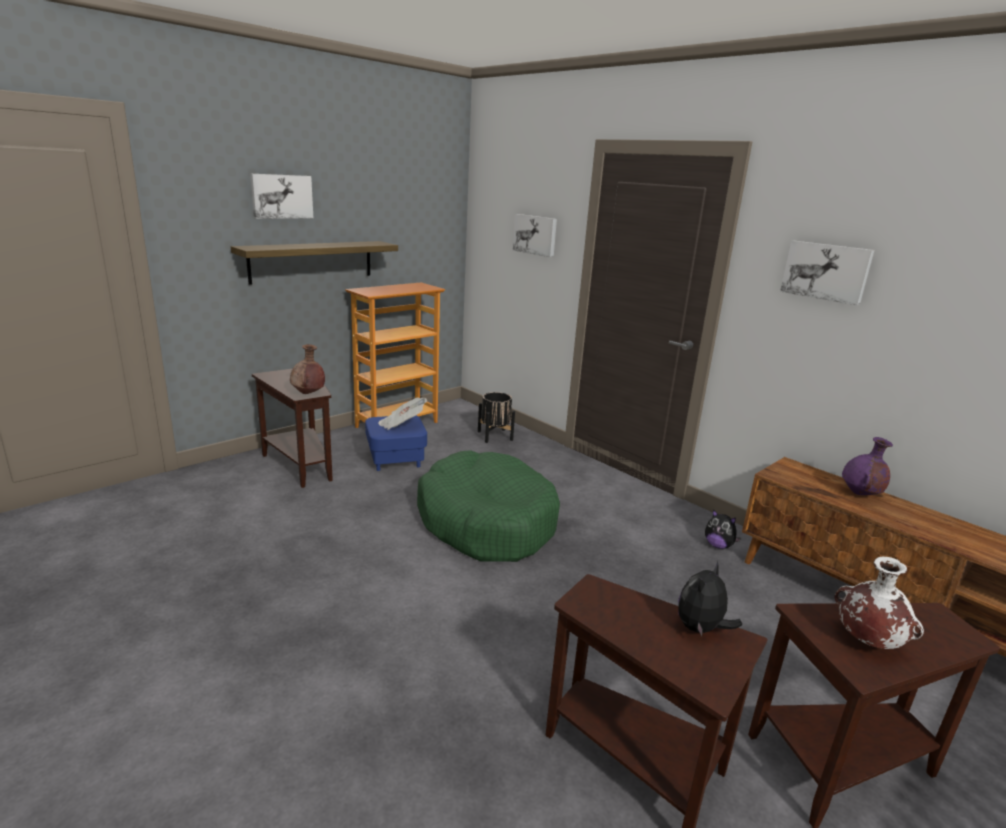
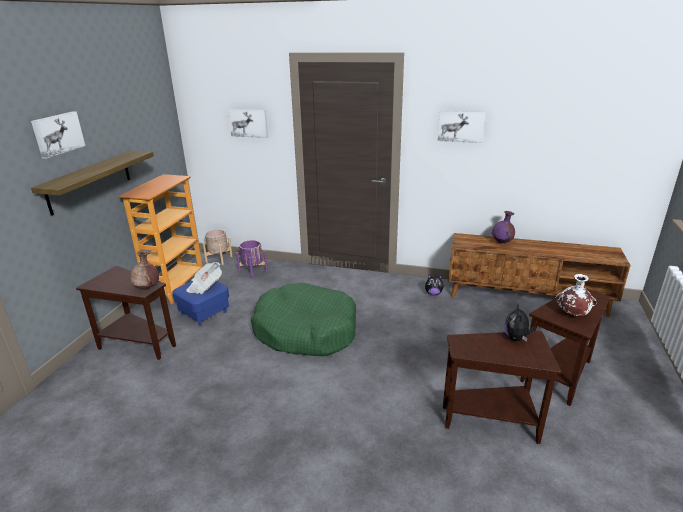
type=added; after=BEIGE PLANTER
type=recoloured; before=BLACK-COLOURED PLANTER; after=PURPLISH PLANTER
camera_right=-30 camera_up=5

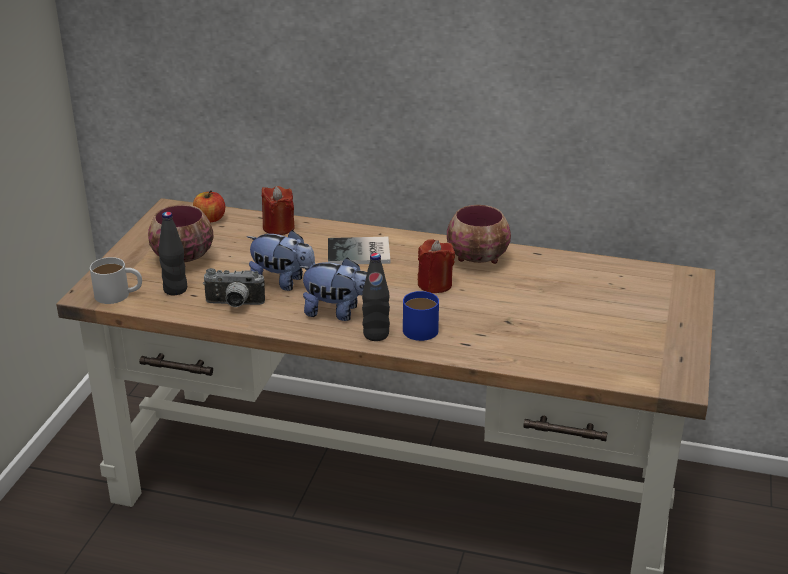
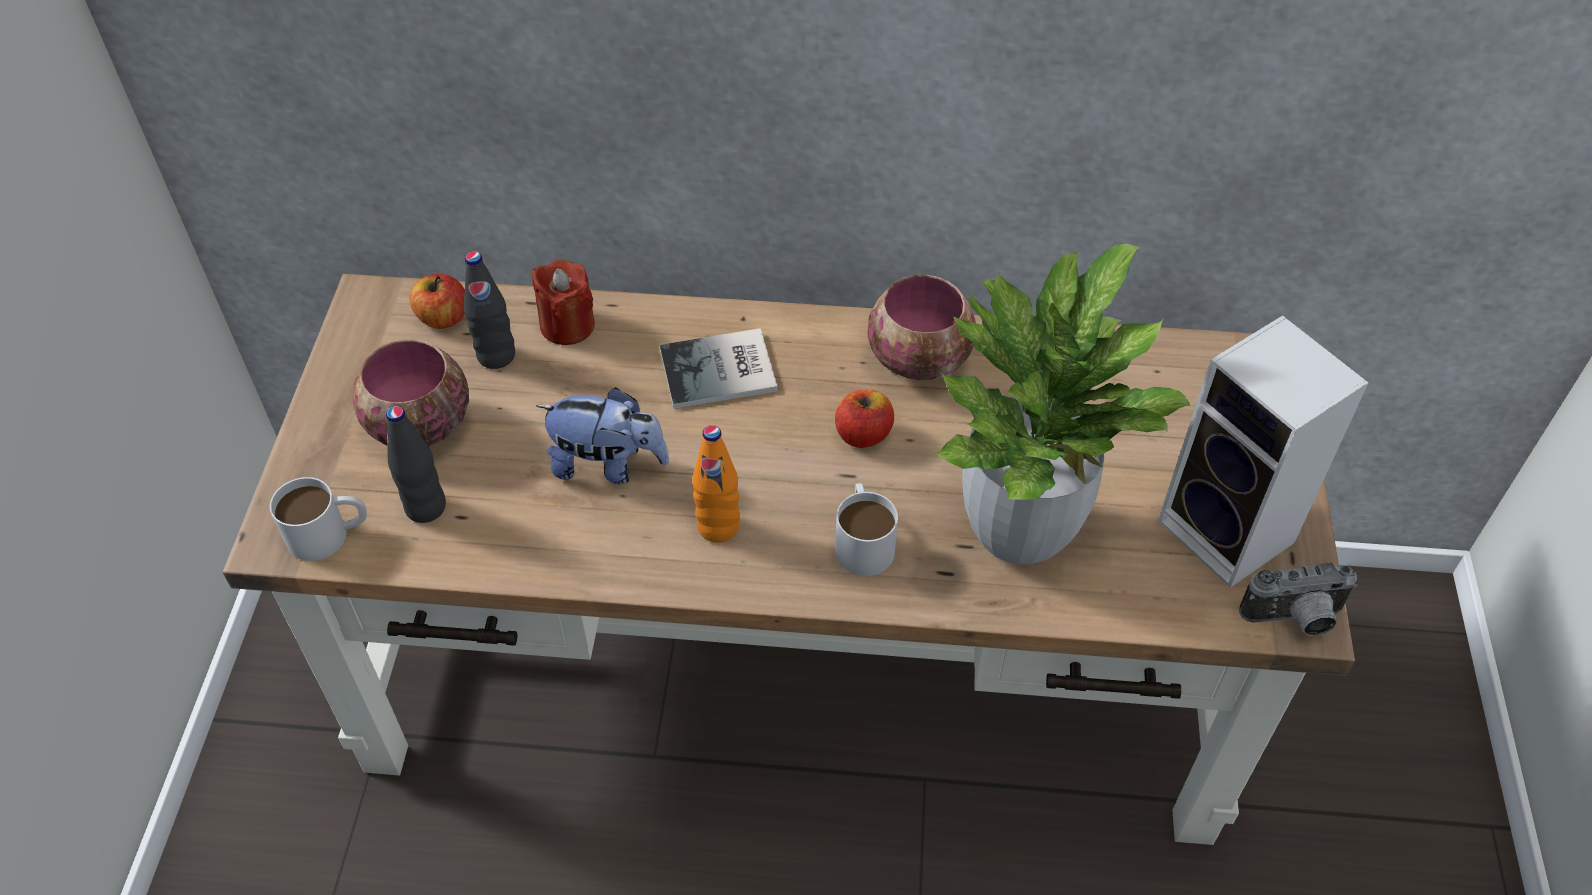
type=added; after=HOUSEPLANT
type=added; after=AUDIO SPEAKER
type=moved; before=STILL CAMERA
type=moved; before=BLACK-COLOURED BOTTLE (2nd from left)
type=replaced; before=CUDDLY TOY (2nd from left); after=ORANGEY BOTTLE
type=replaced; before=RED WAX LIGHT (2nd from left); after=APPLE FRUIT (2nd from left)
type=recoloured; before=BLUE-COLOURED TEA MUG; after=WHITE-COLOURED TEA MUG (2nd from left)
camera_right=-10 camera_up=20

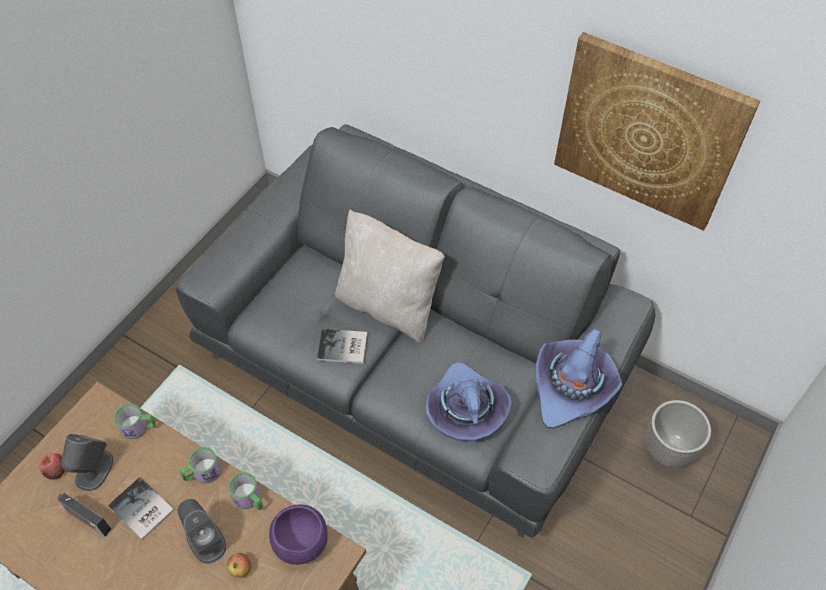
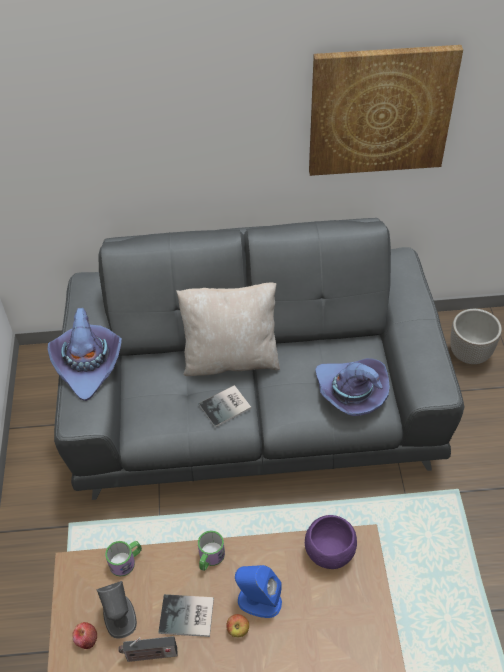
type=removed; before=TEA MUG (3rd from left)
type=moved; before=APPLE FRUIT (2nd from left)
type=moved; before=PURPLISH HAT (2nd from left in the first image); after=PURPLISH HAT (1st from left)
type=recoloured; before=GREY AUDIO SPEAKER (2nd from left); after=BLUE-COLOURED AUDIO SPEAKER
camera_right=-35 camera_up=-5

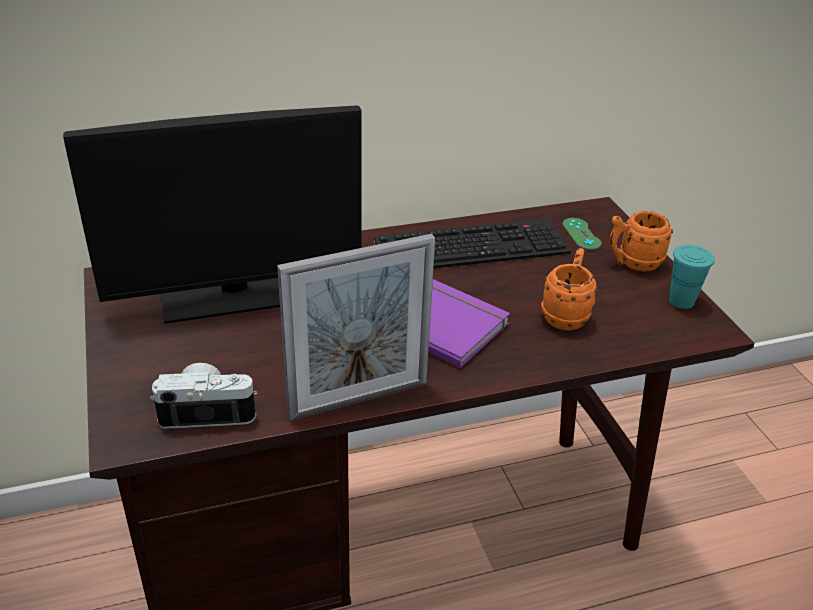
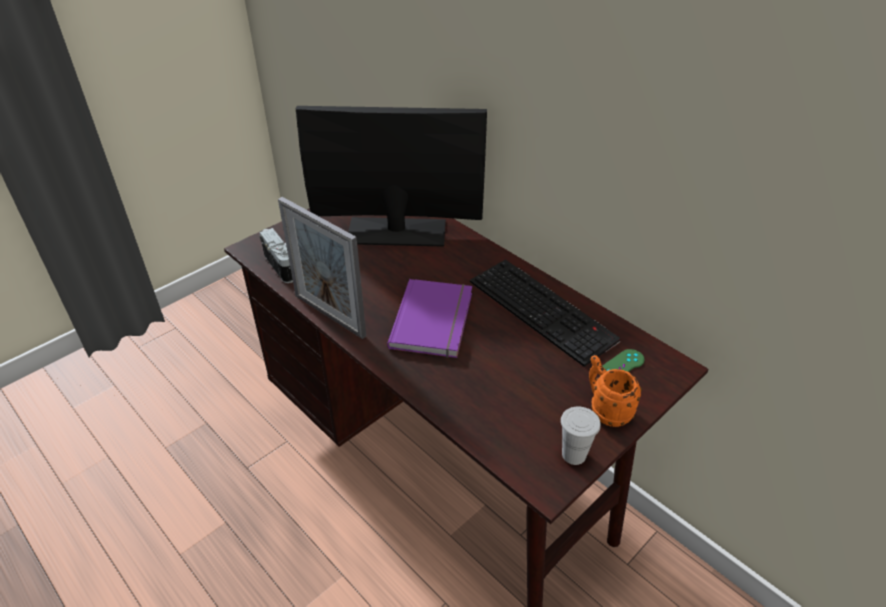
type=removed; before=ORANGEY TEA MUG (1st from left)
type=recoloured; before=BLUE-GREEN DRINKING CUP; after=WHITE-COLOURED DRINKING CUP
type=turned; before=MONITOR; turn=135
camera_right=65 camera_up=5

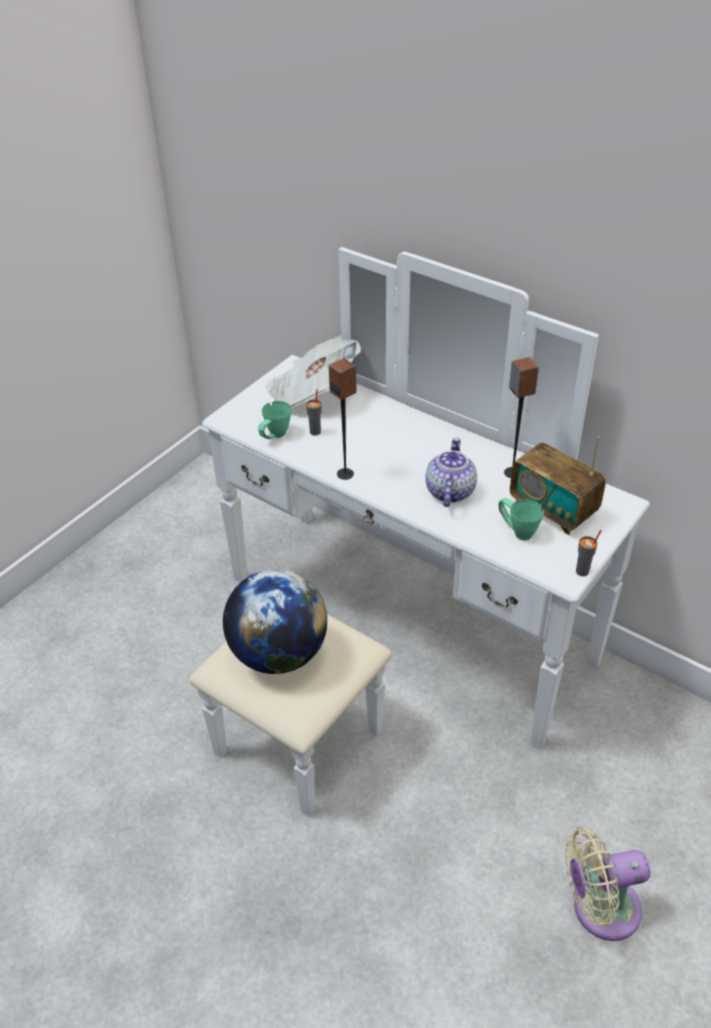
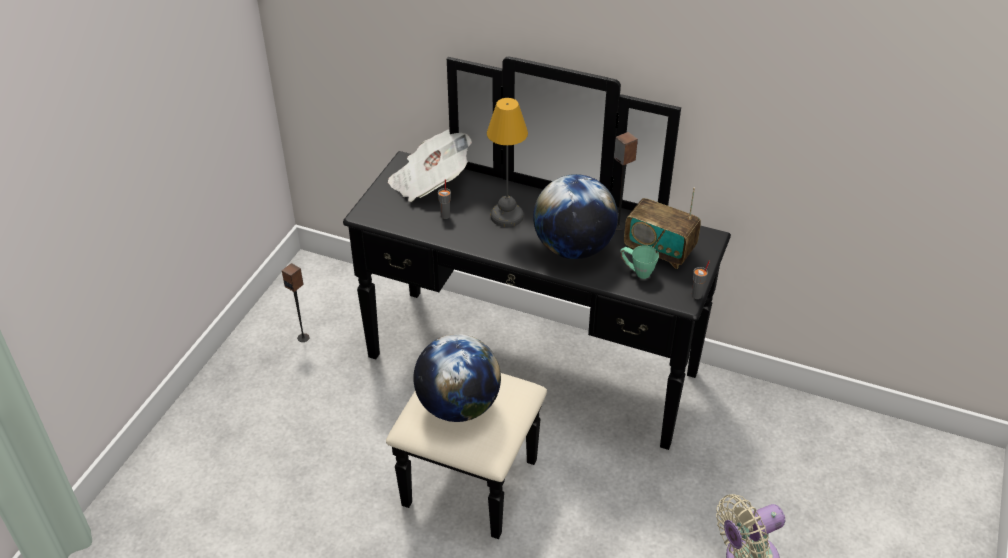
type=removed; before=GREENISH TEA MUG (1st from left)
type=added; after=TABLETOP LAMP
type=moved; before=AUDIO SPEAKER (1st from left)
type=replaced; before=TEA POT; after=DESK GLOBE (2nd from left)
type=recoloured; before=WHITE-COLOURED CHEST OF DRAWERS; after=BLACK-COLOURED CHEST OF DRAWERS
camera_right=-15 camera_up=0

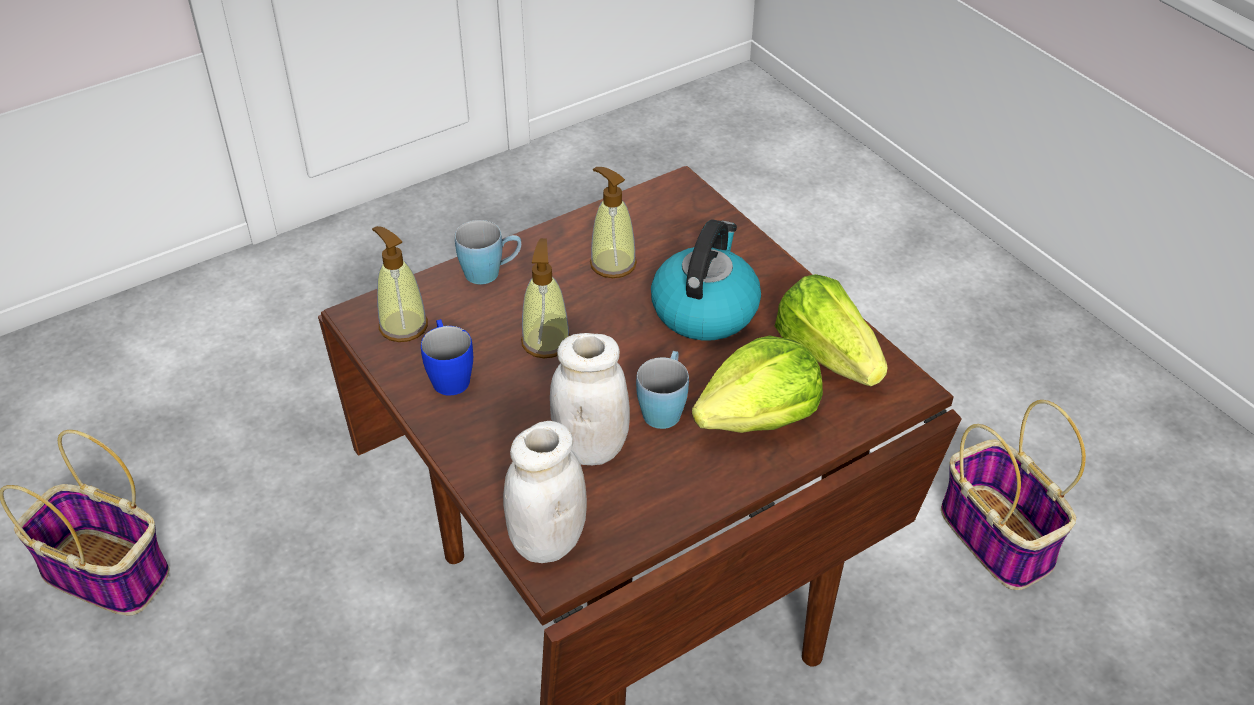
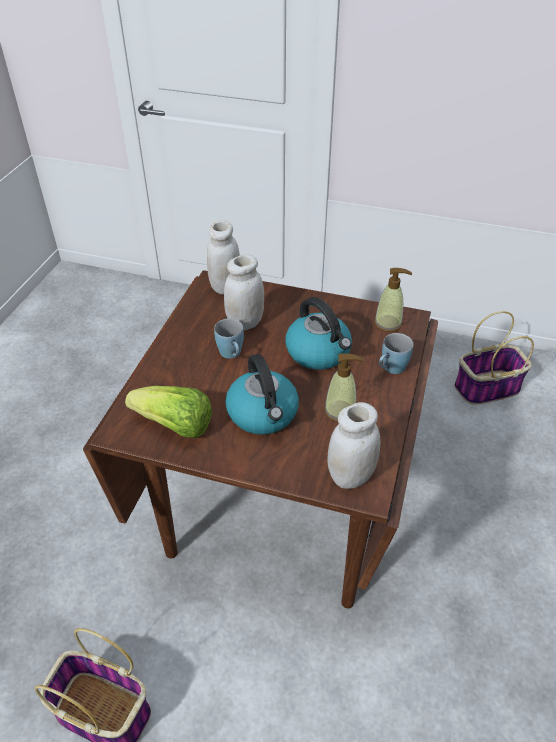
type=removed; before=BLUE-COLOURED TEA MUG (1st from left)
type=removed; before=LETTUCE HEAD (1st from left)
type=added; after=WHITE-COLOURED JAR (3rd from left)
type=replaced; before=SOAP DISPENSER (2nd from left); after=WATER KETTLE (2nd from left)
camera_right=140 camera_up=0

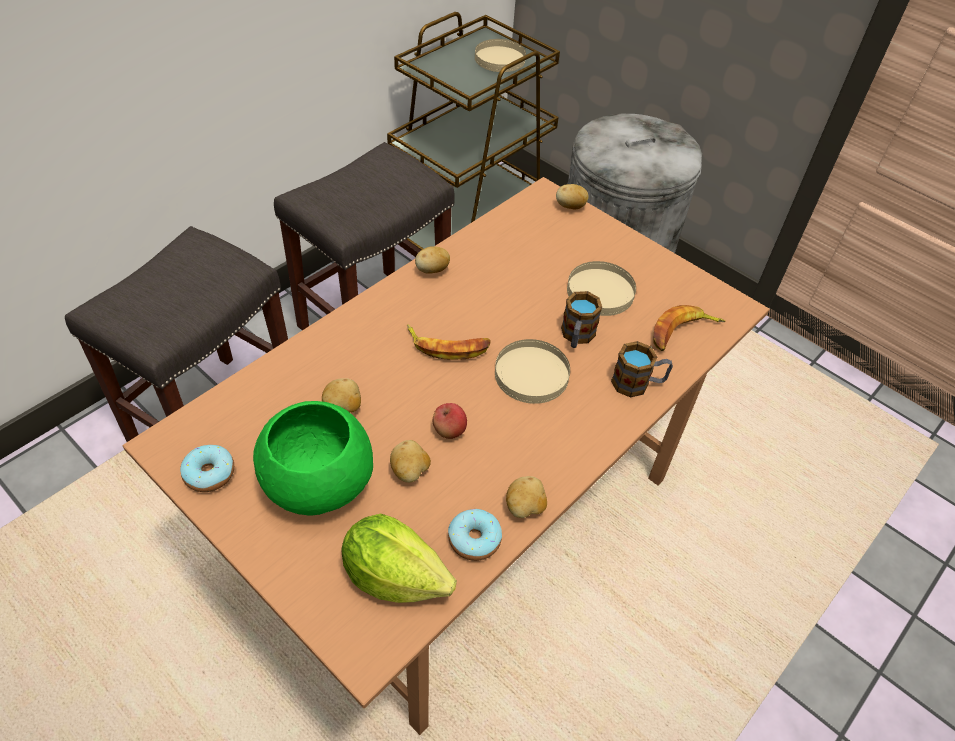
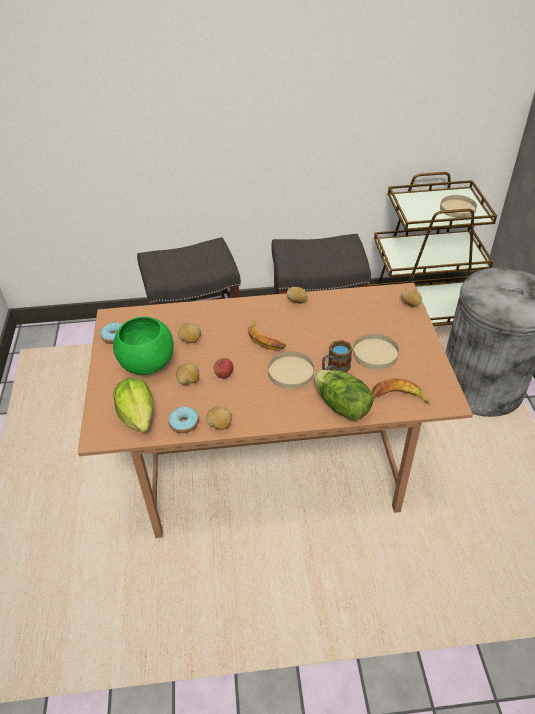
type=replaced; before=TEA MUG (2nd from left); after=LETTUCE HEAD (2nd from left)
camera_right=45 camera_up=-5

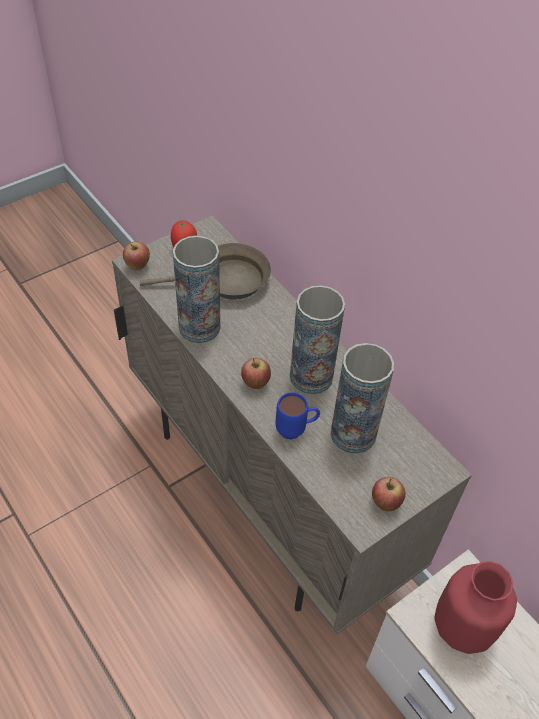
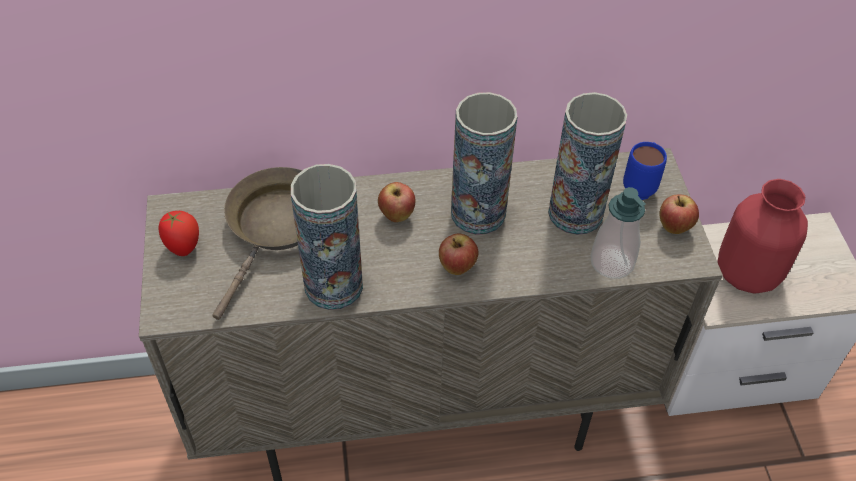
type=added; after=SOAP DISPENSER
type=moved; before=APPLE FRUIT (1st from left)
type=moved; before=BLUE-COLOURED TEA MUG
camera_right=-60 camera_up=0

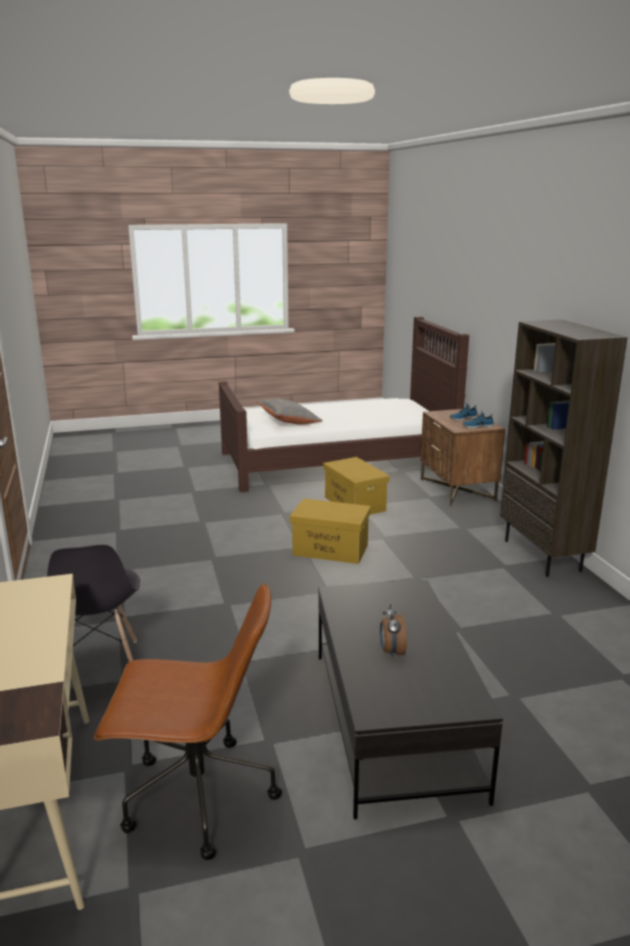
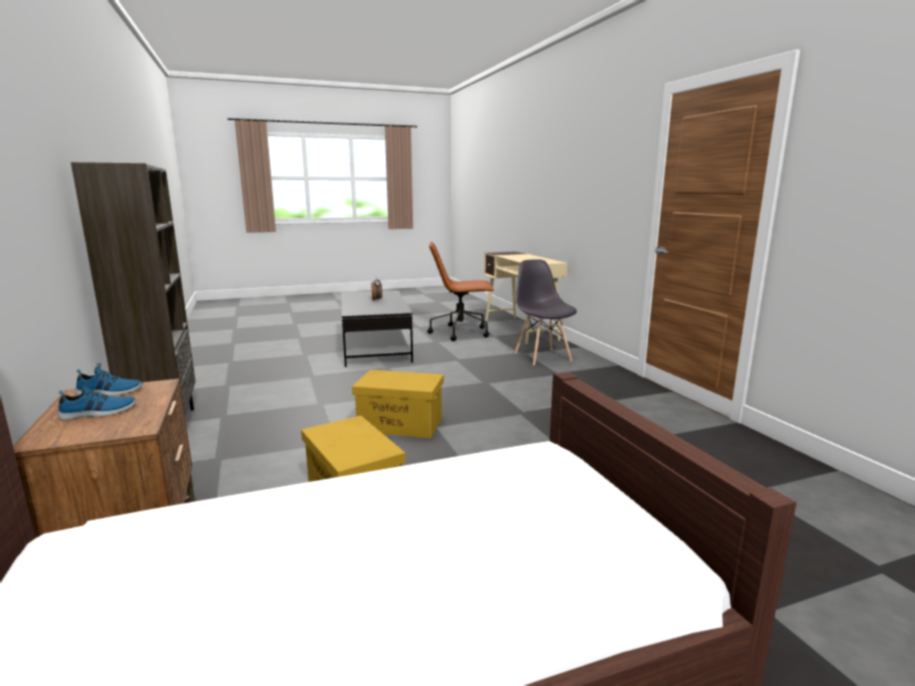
type=removed; before=GREY PILLOW
camera_right=175 camera_up=-5

